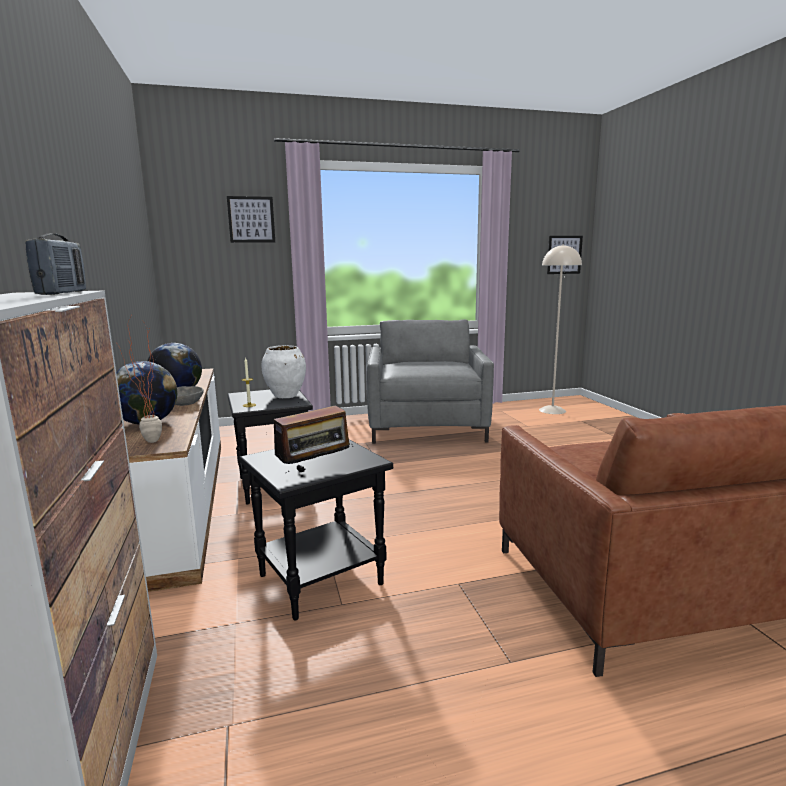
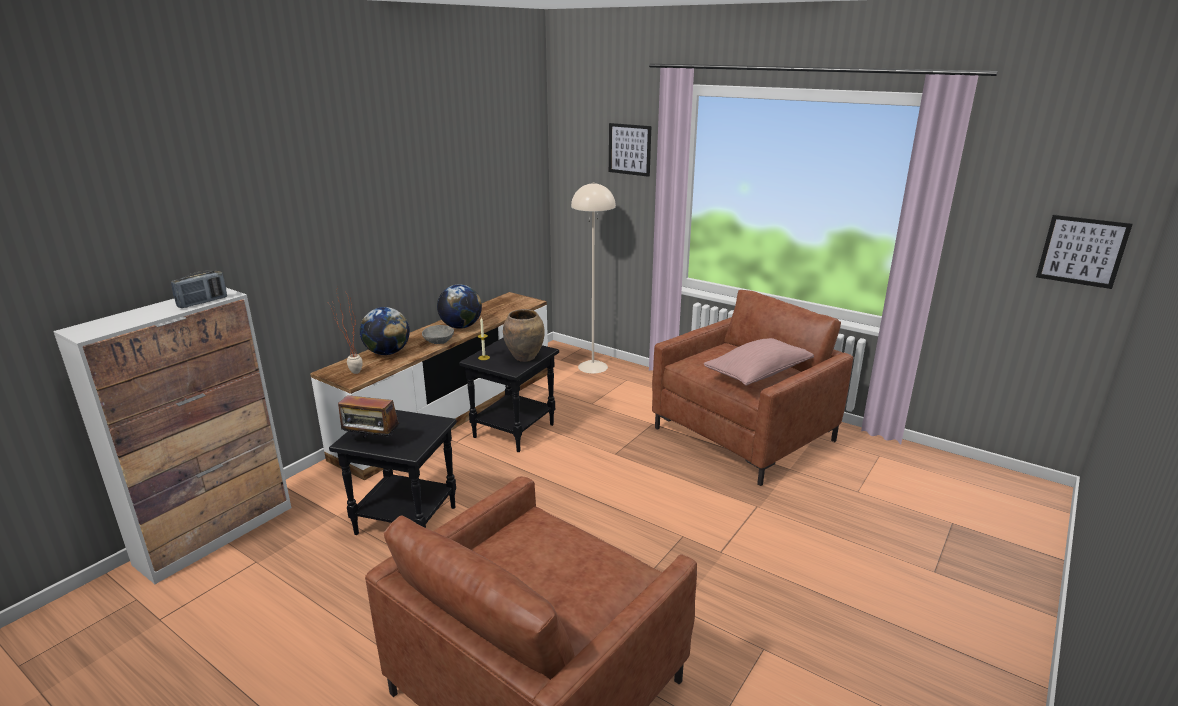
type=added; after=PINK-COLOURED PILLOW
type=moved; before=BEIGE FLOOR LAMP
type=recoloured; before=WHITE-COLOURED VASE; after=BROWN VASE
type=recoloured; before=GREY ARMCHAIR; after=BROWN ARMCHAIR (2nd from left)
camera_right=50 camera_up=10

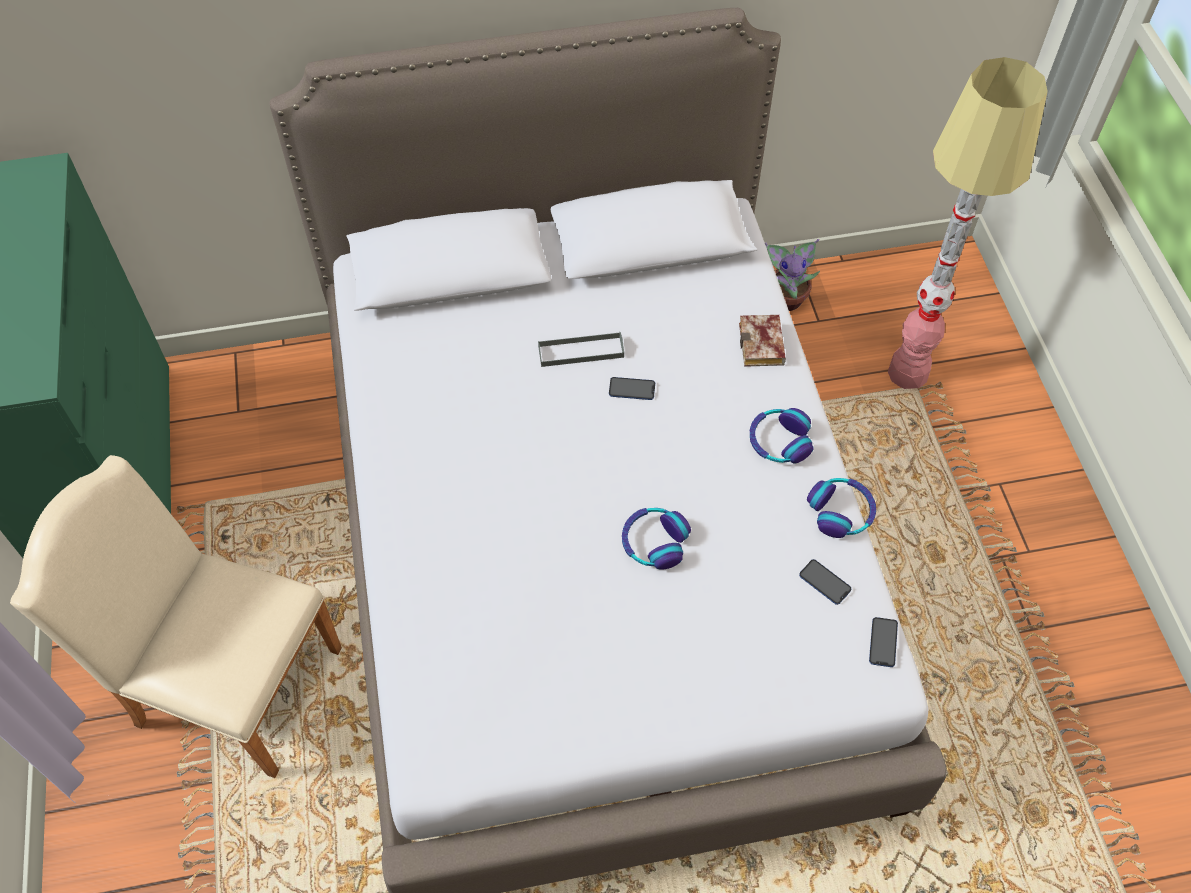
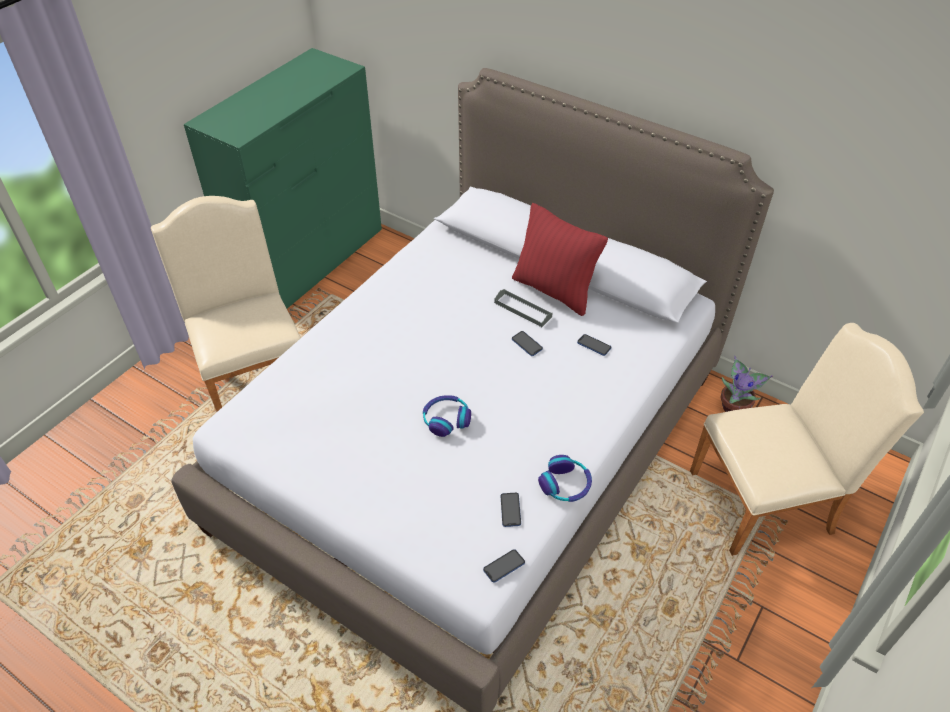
type=removed; before=BOUND BOOK
type=removed; before=HEADSET (2nd from left)
type=added; after=RED PILLOW
type=added; after=TELEPHONE (4th from left)
type=replaced; before=FLOOR LAMP; after=BEIGE UPRIGHT CHAIR (2nd from left)
camera_right=45 camera_up=-10

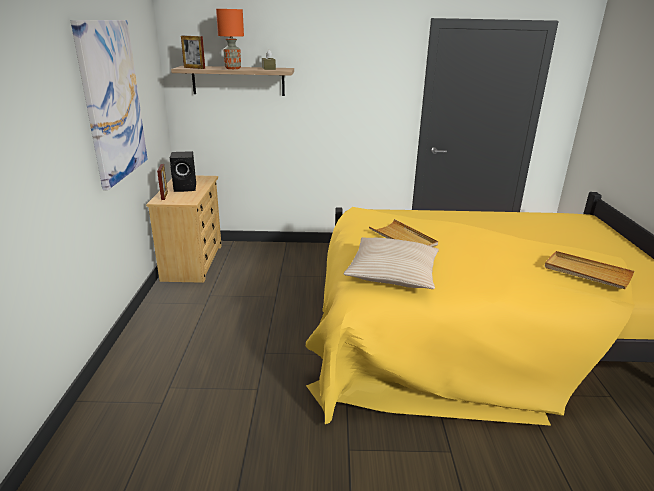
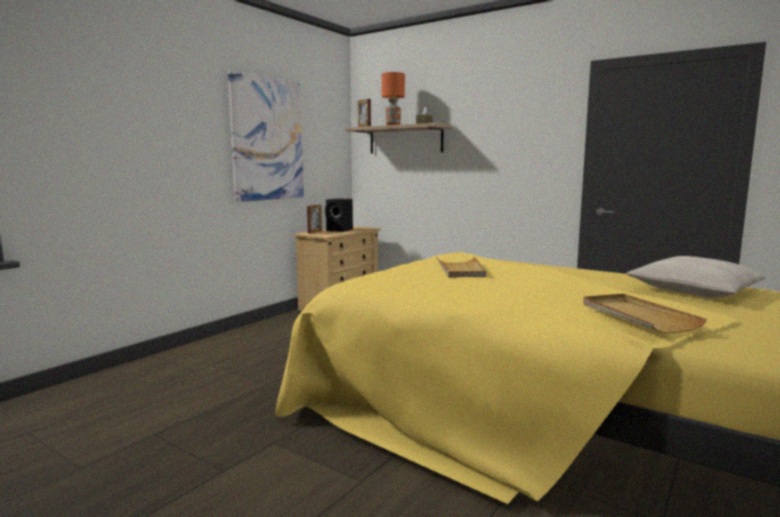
type=moved; before=BEIGE PILLOW
camera_right=35 camera_up=-15

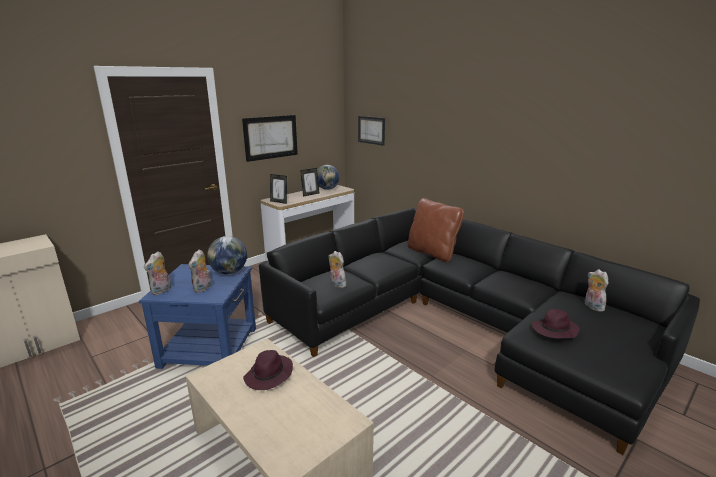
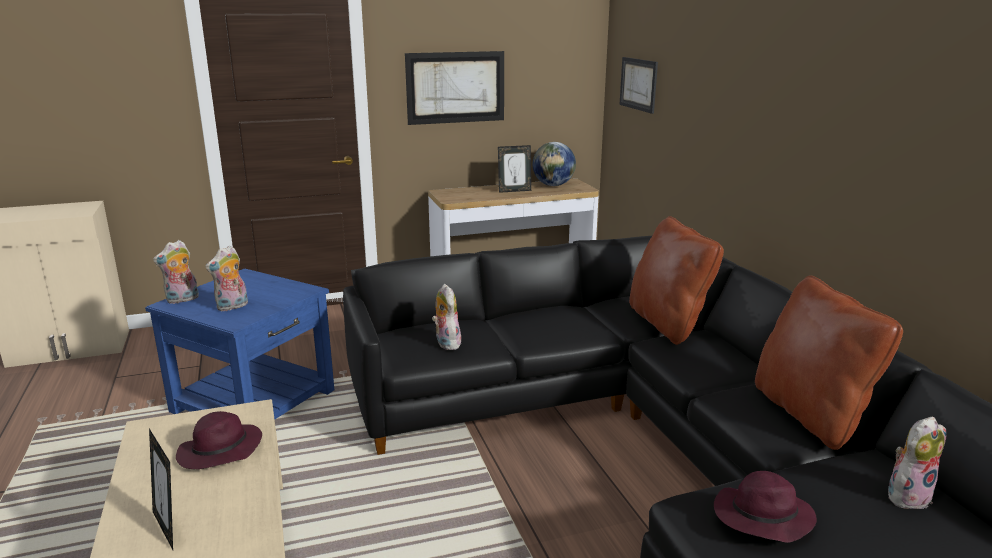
type=removed; before=DESK GLOBE (1st from left)
type=added; after=BROWN PILLOW (2nd from left)
type=moved; before=STANDING FRAME (1st from left)
type=turned; before=CUDDLY TOY (4th from left); turn=60
camera_right=25 camera_up=0

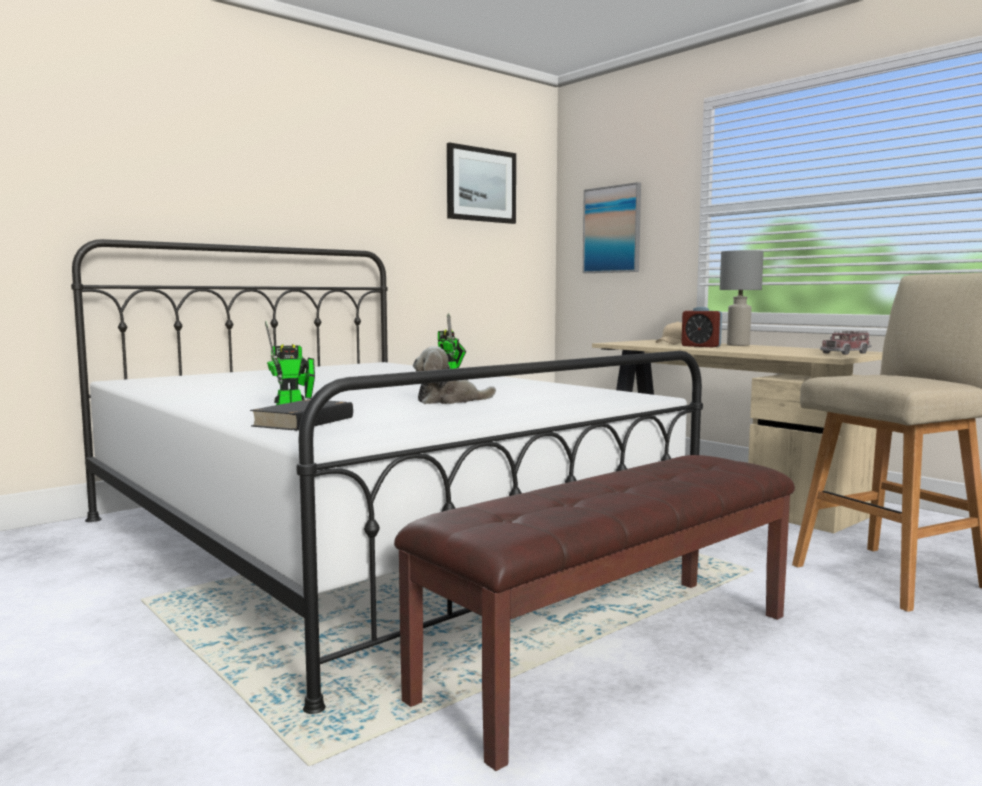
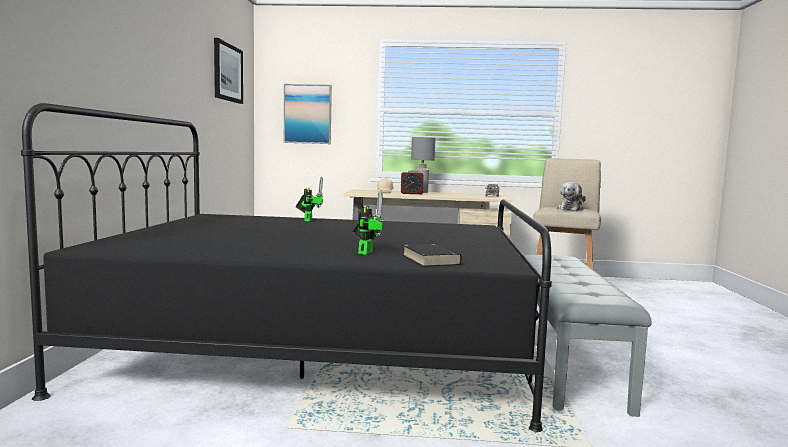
type=moved; before=CUDDLY TOY
type=recoloured; before=WHITE-COLOURED SLEEPING BED; after=BLACK-COLOURED SLEEPING BED
type=recoloured; before=BROWN INDOOR BENCH; after=GREY INDOOR BENCH
camera_right=-45 camera_up=0

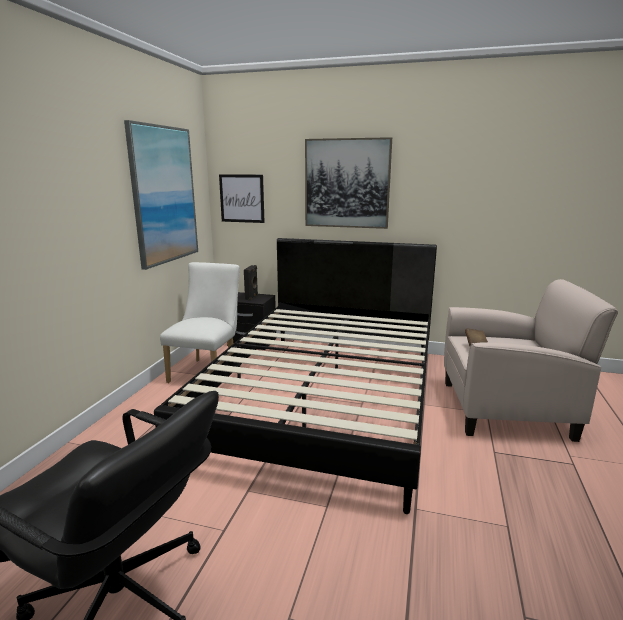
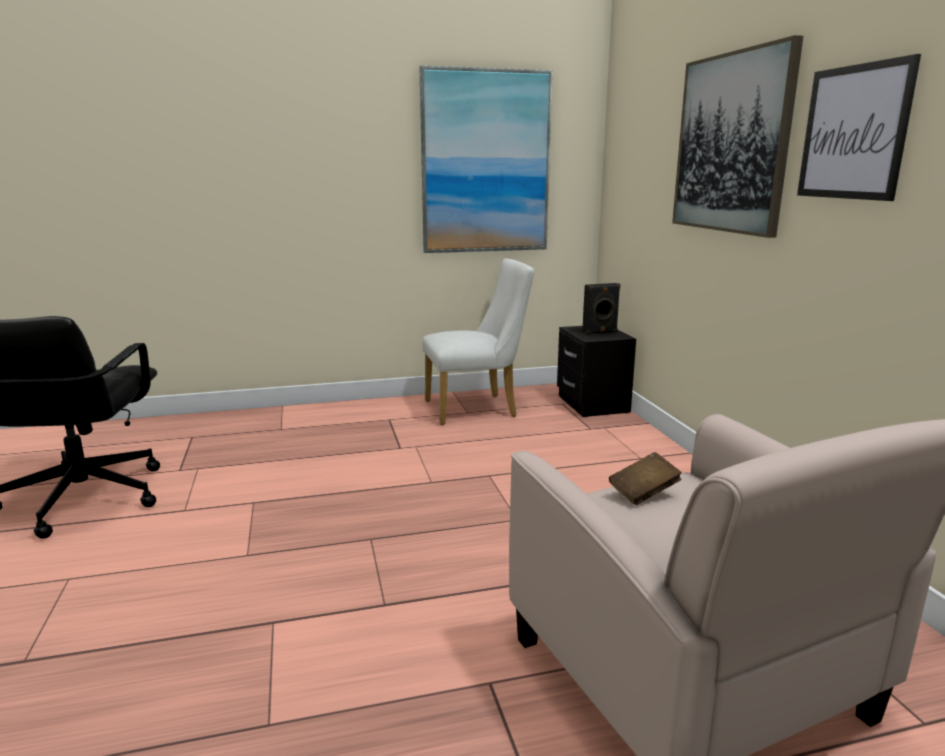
type=removed; before=BLACK-COLOURED SLEEPING BED
type=moved; before=WALL PICTURE (2nd from left in the first image); after=WALL PICTURE (3rd from left)
camera_right=60 camera_up=0

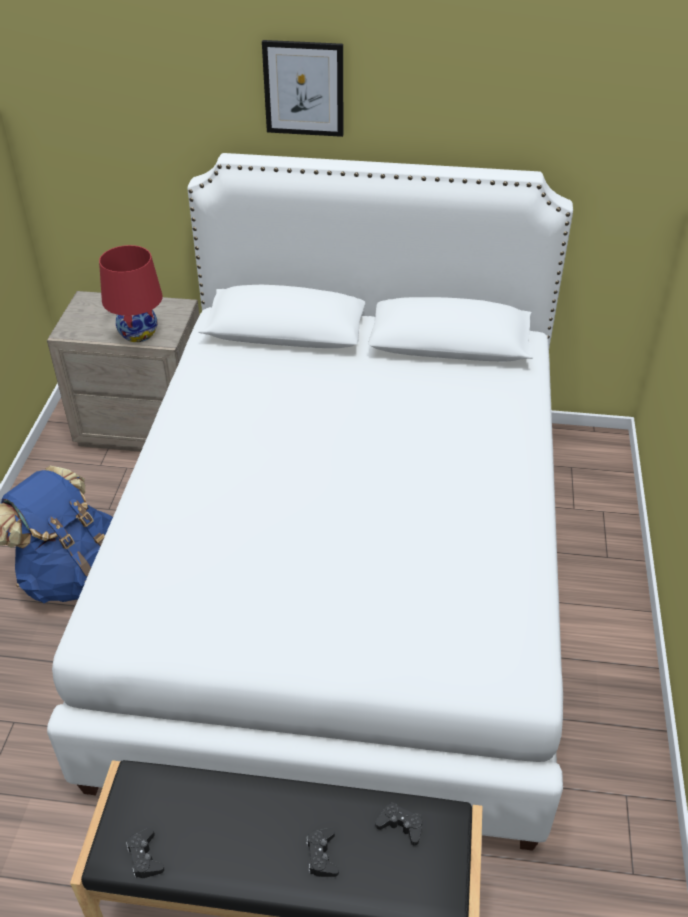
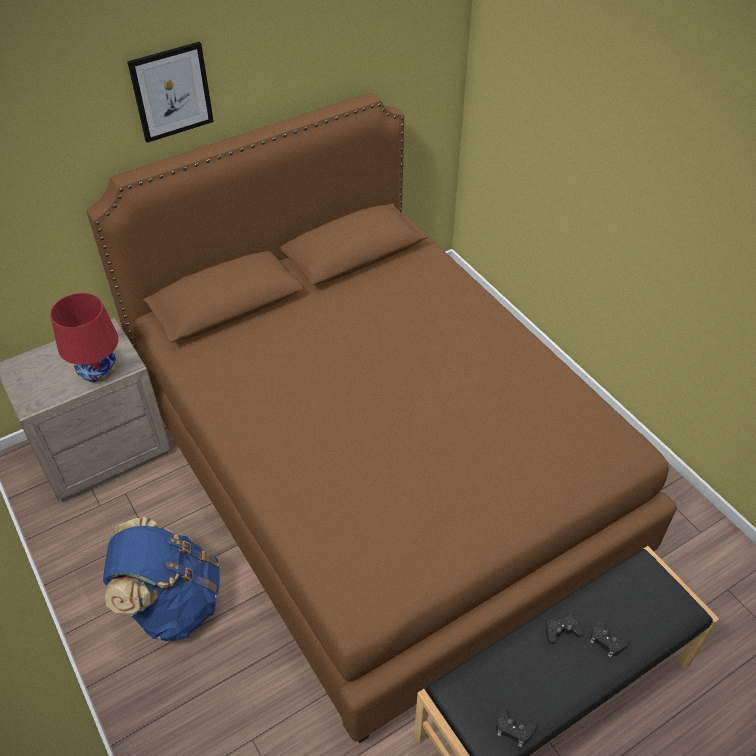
type=moved; before=BLACK-COLOURED GAME CONTROLLER (3rd from left in the first image); after=BLACK-COLOURED GAME CONTROLLER (2nd from left)
type=recoloured; before=WHITE-COLOURED SLEEPING BED; after=BROWN SLEEPING BED
camera_right=-40 camera_up=5

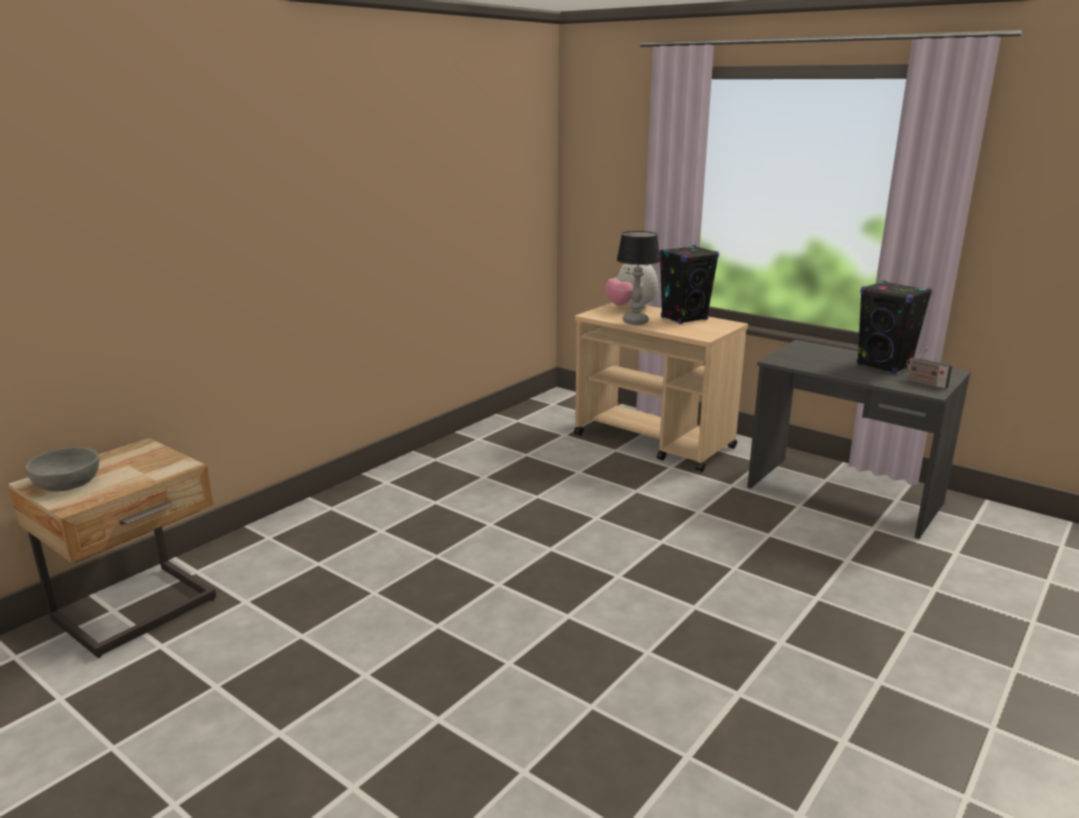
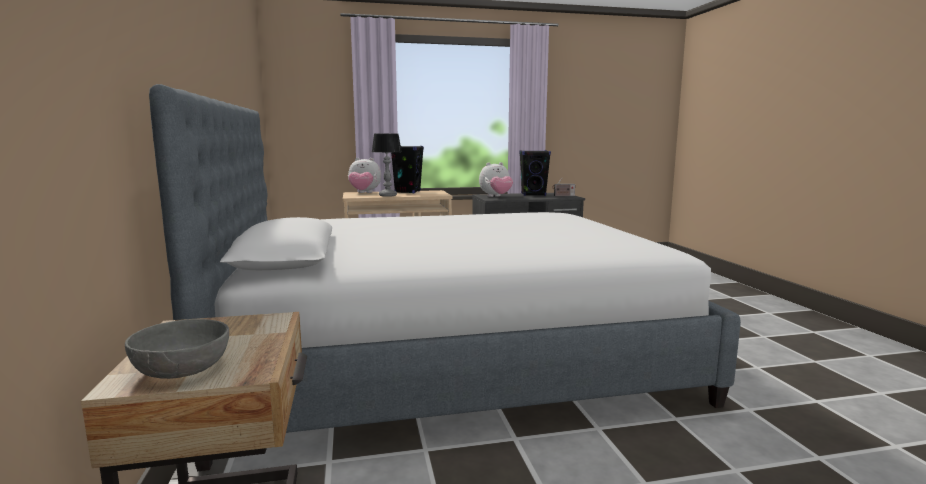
type=added; after=SLEEPING BED
type=added; after=CUDDLY TOY (2nd from left)
camera_right=-50 camera_up=-10

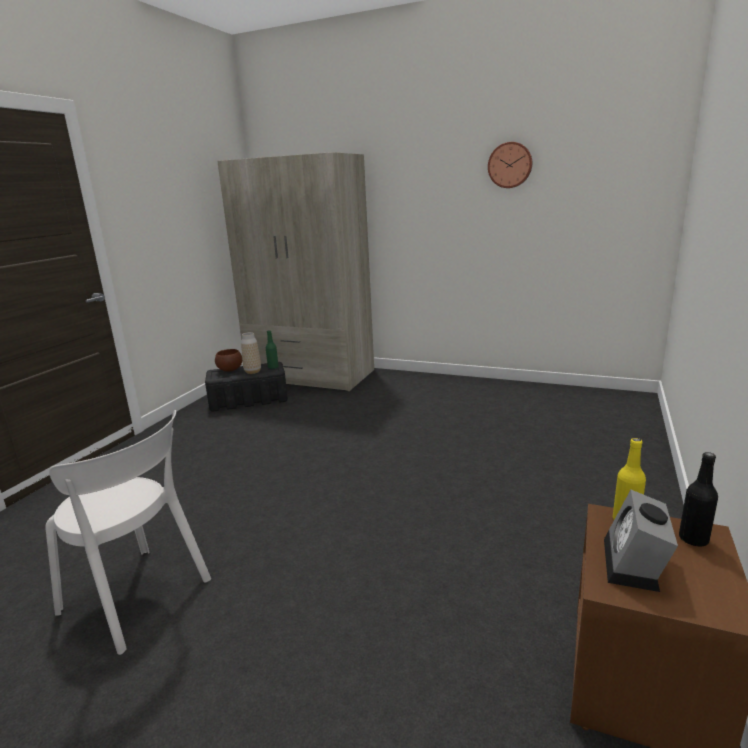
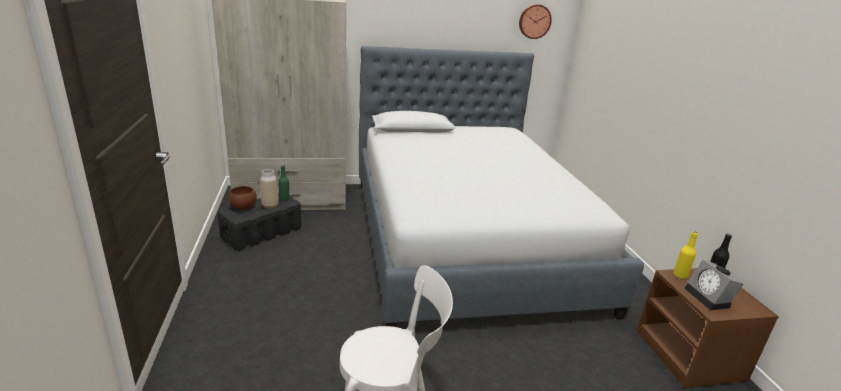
type=added; after=SLEEPING BED
type=moved; before=CLOCK ON THE WALL
camera_right=-35 camera_up=5

